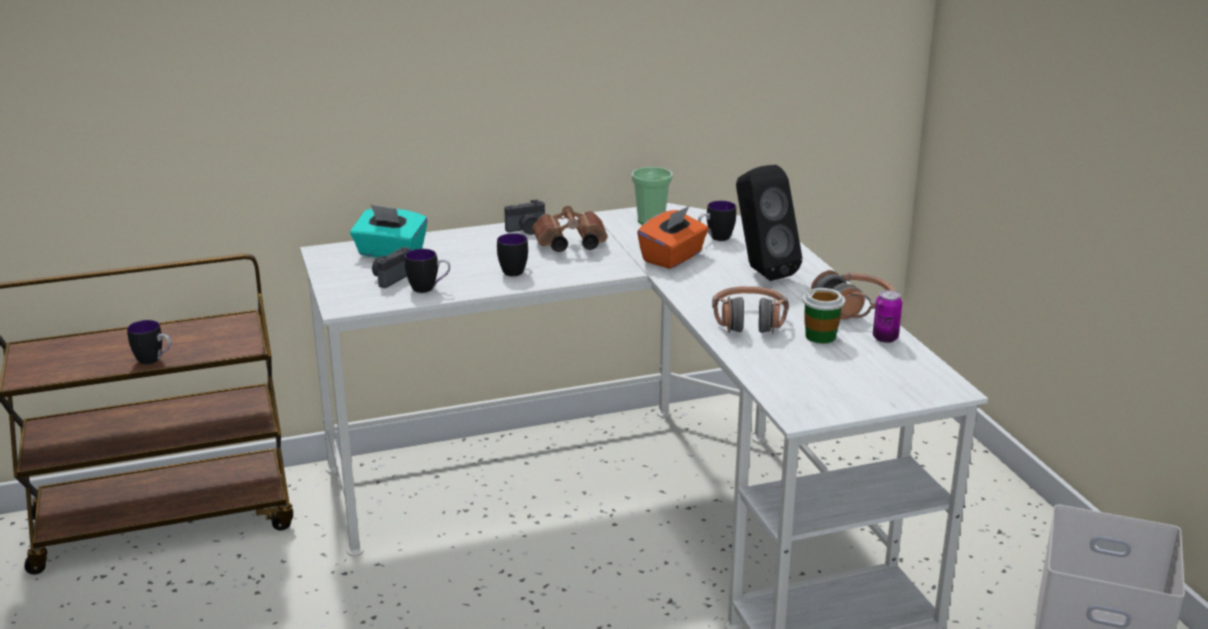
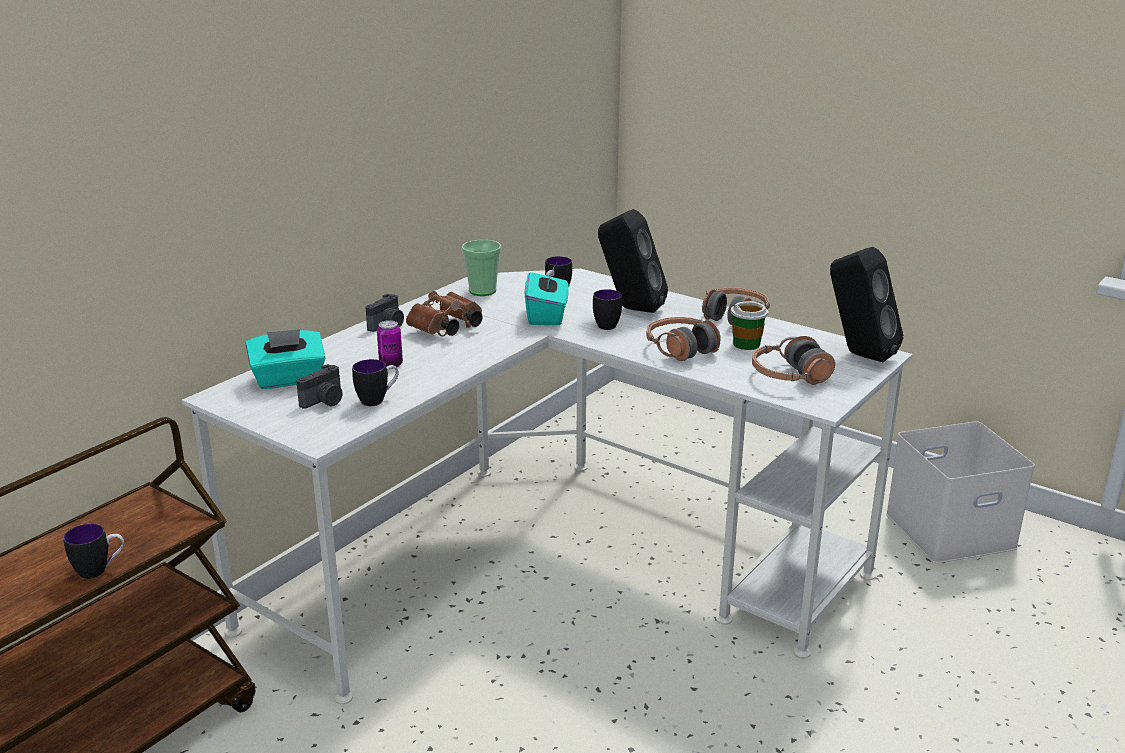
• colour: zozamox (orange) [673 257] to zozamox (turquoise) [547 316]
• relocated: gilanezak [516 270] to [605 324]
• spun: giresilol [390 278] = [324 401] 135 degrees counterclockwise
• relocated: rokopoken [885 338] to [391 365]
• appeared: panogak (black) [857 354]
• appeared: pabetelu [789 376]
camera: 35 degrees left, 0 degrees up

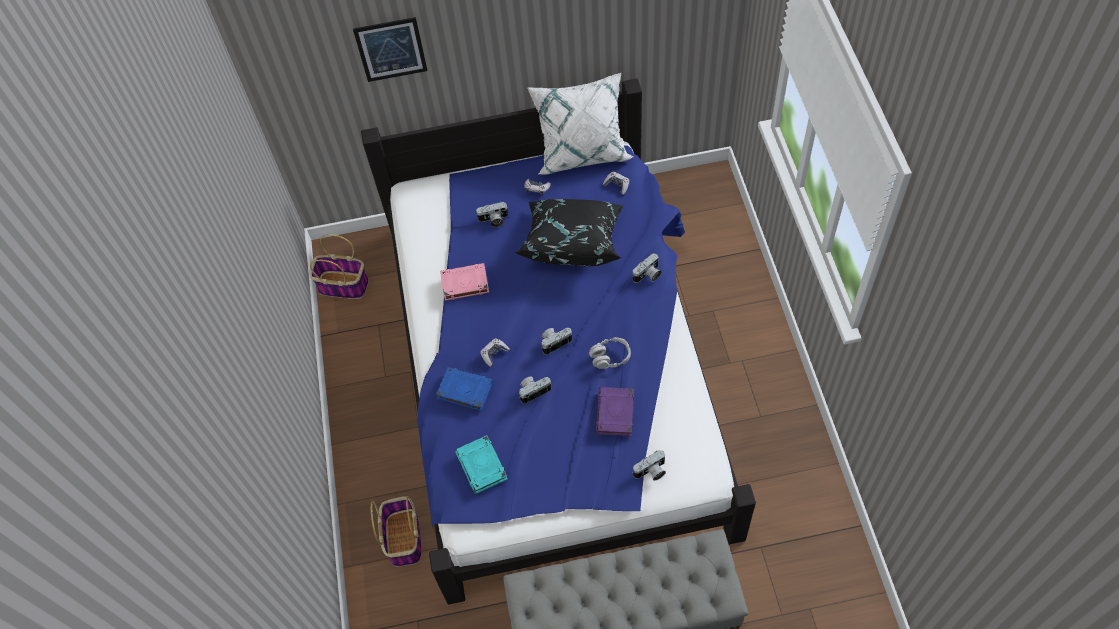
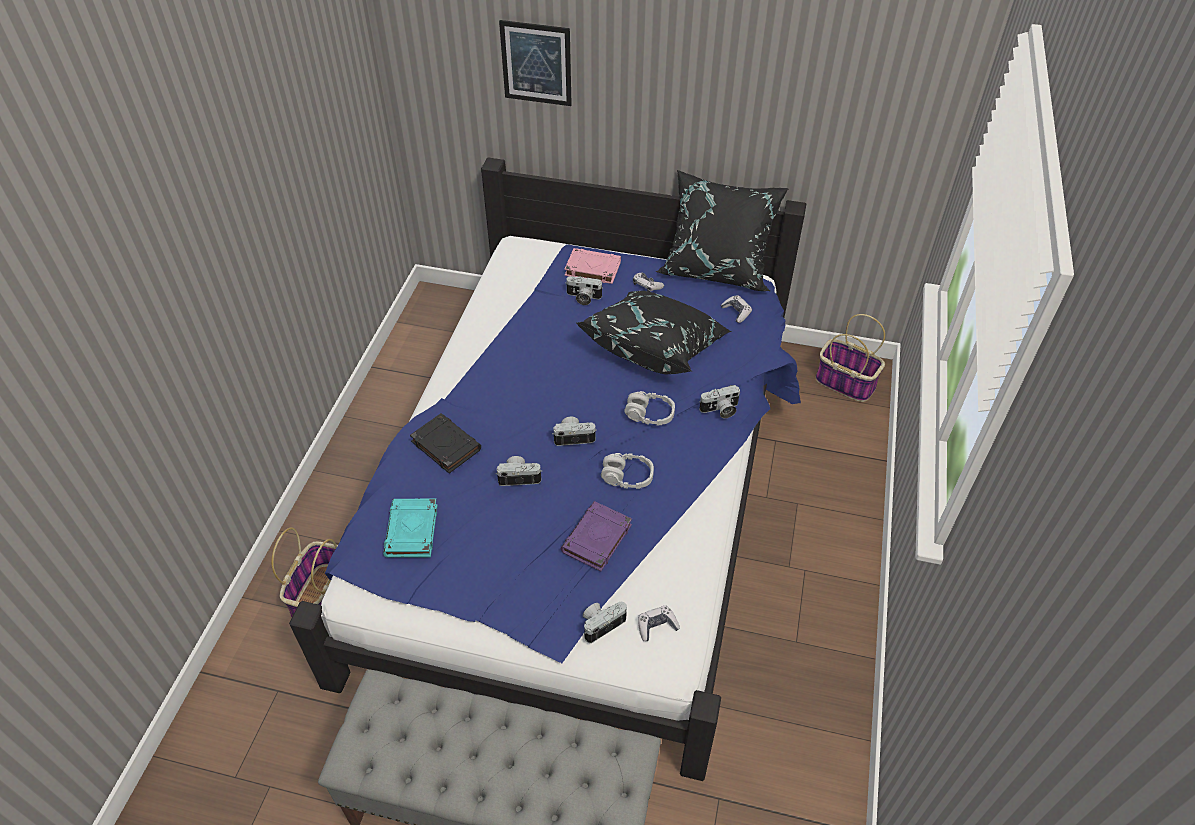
• colour: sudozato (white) [582 150] to sudozato (black) [717 268]
• relocated: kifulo [342 286] to [844 382]
• relocated: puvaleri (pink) [464 284] to [592 269]
• relocated: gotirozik [494 354] to [656 626]
• colour: puvaleri (blue) [464 390] to puvaleri (black) [445 445]
• spun: giresilol [651 472] = [601 623] 150 degrees clockwise
• appeared: pabetelu (grey) [649 414]
camera: 20 degrees right, 10 degrees down

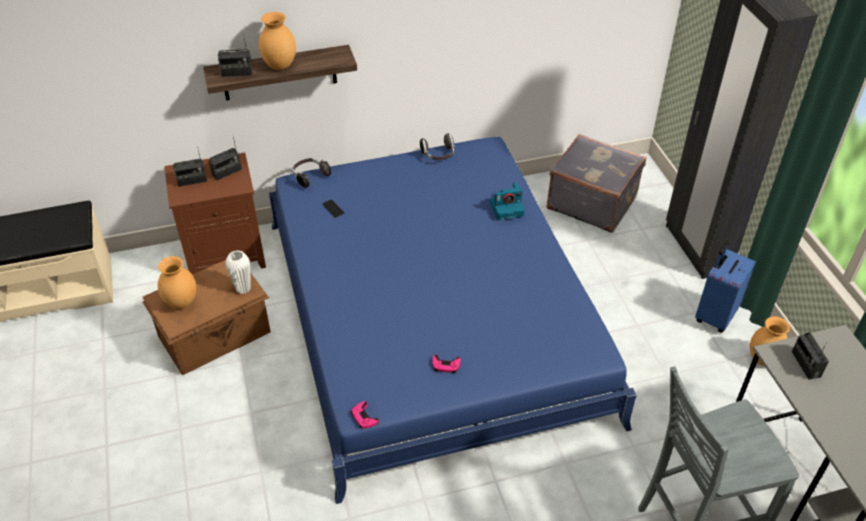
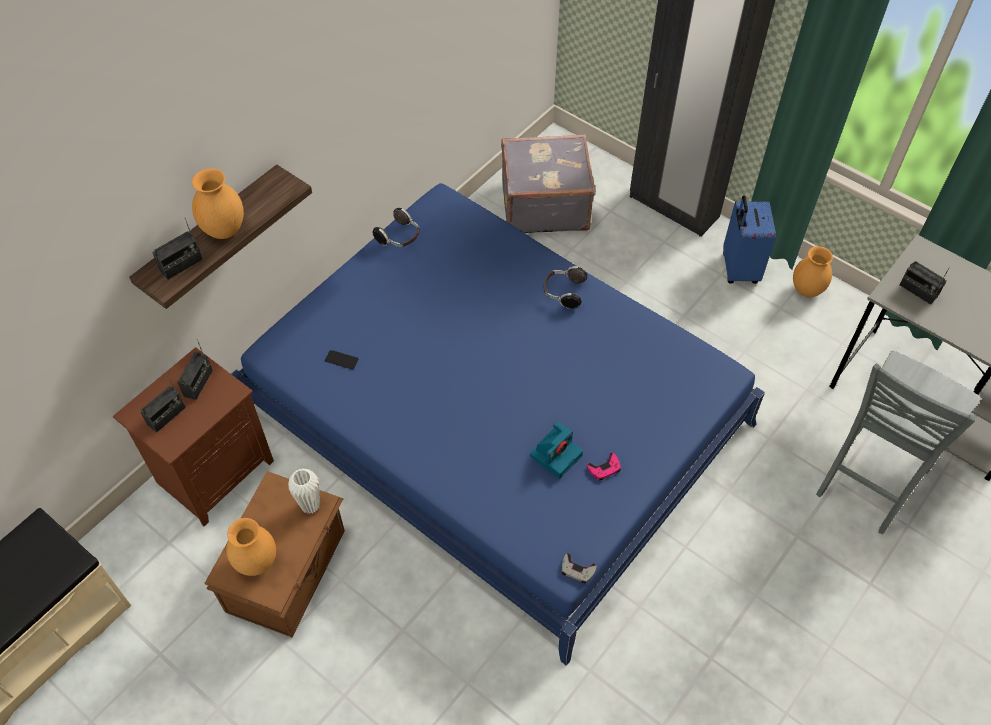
• relocated: pabetelu [310 177] to [563 292]
• relocated: giresilol [507 208] to [556 454]
• colour: gotirozik (pink) [364 417] to gotirozik (grey) [577 570]
camera: 35 degrees left, 10 degrees up

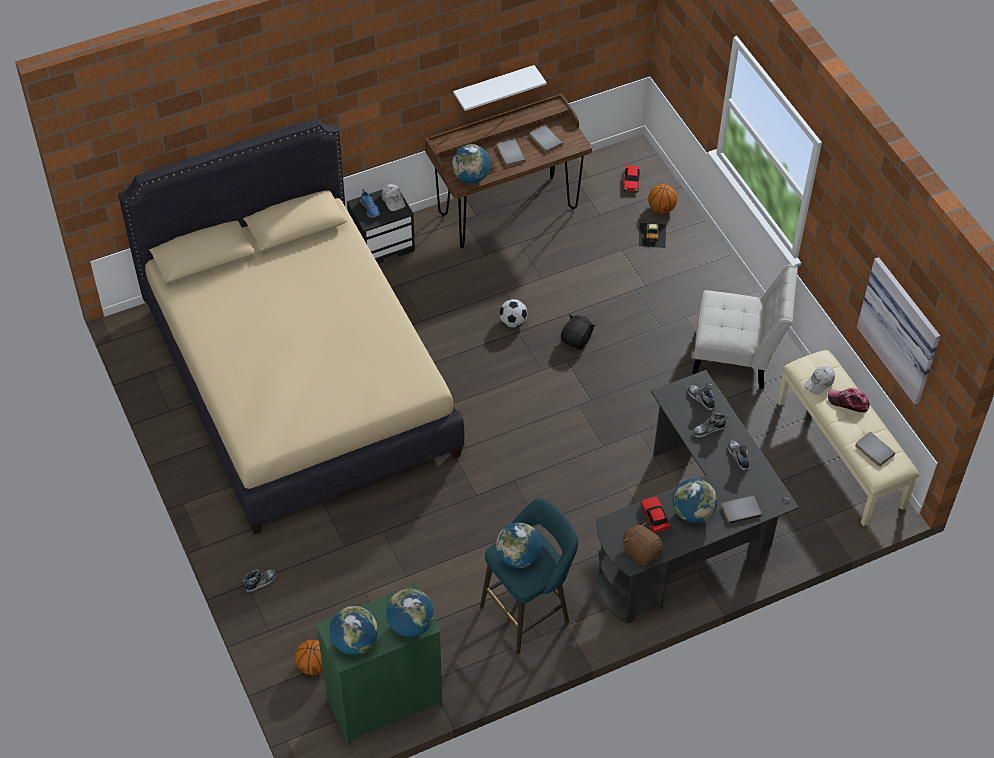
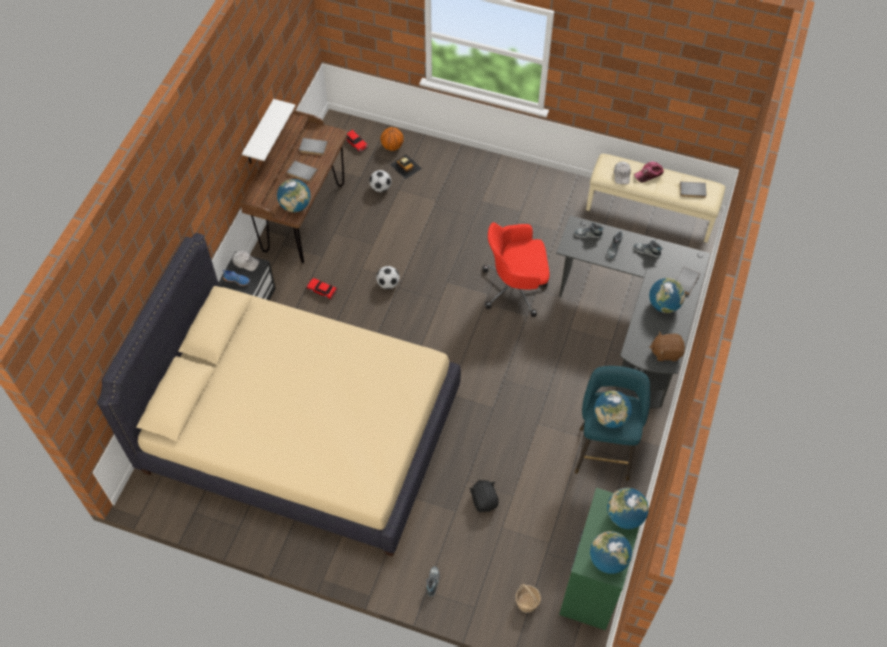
• missing: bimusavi [902 329]
• missing: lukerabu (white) [736 358]
• relocated: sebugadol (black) [576 339] to [484 500]
• relocated: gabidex [654 517] to [321 290]
• exchanged: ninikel [313 665] to kifulo [527 602]
• appeared: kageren [380 188]
• appeared: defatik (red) [516 288]
camera: 45 degrees left, 5 degrees up

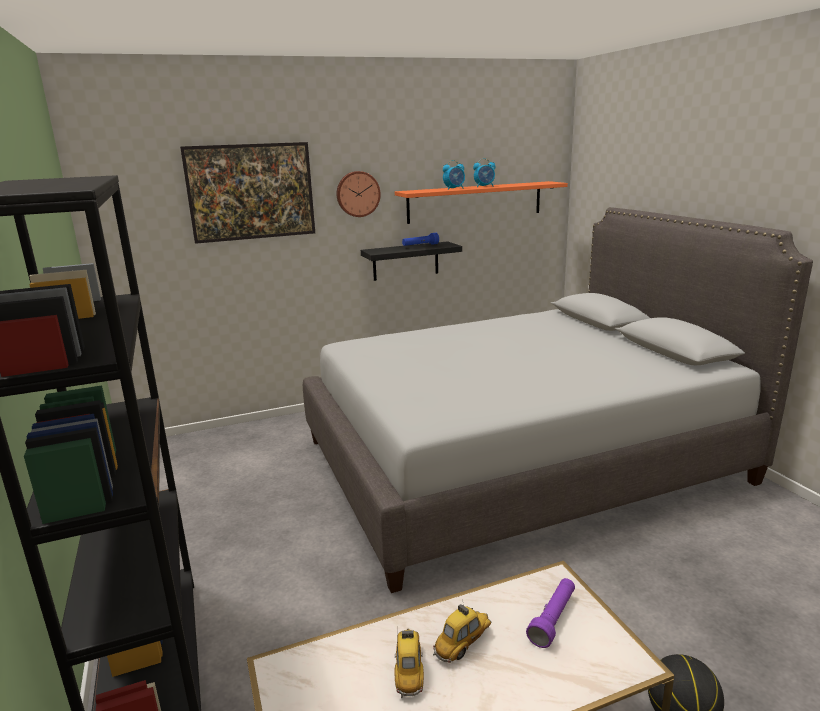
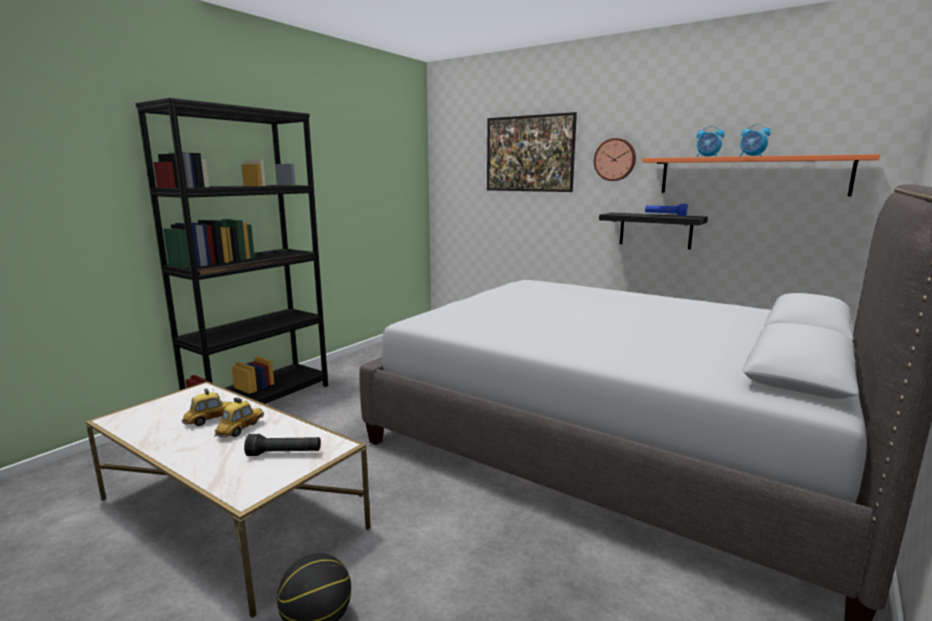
• colour: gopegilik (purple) [553 619] to gopegilik (black) [284 454]
• spun: gabidex [463 644] = [241 430] 75 degrees counterclockwise
camera: 55 degrees right, 5 degrees down

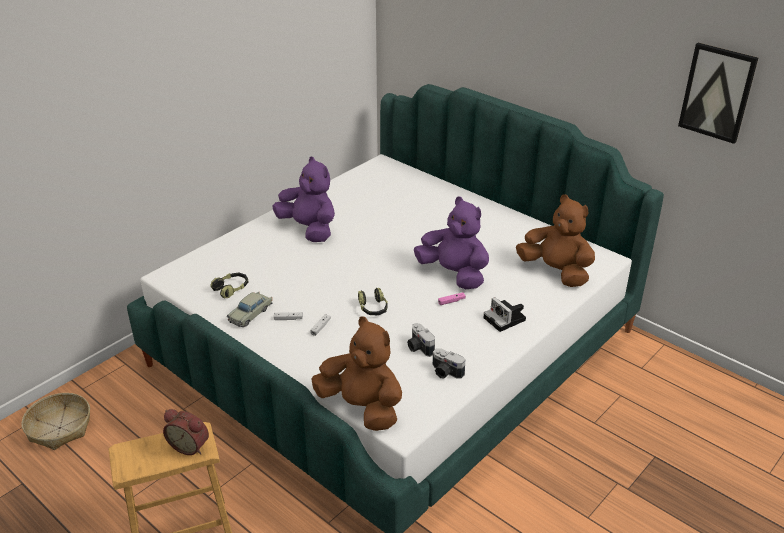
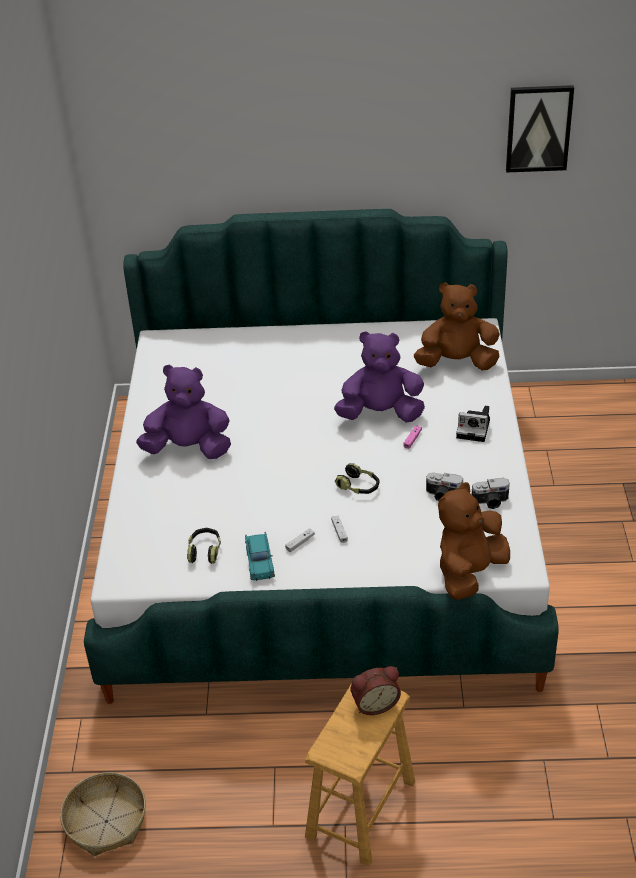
• colour: gabidex (beige) [250 314] to gabidex (turquoise) [259 561]
• spun: sebugadol (brown) [362 407] = [469 573] 45 degrees counterclockwise
camera: 40 degrees left, 5 degrees up

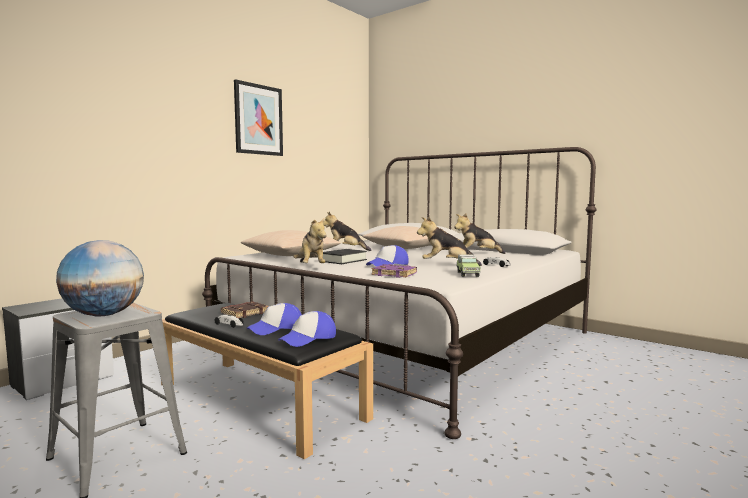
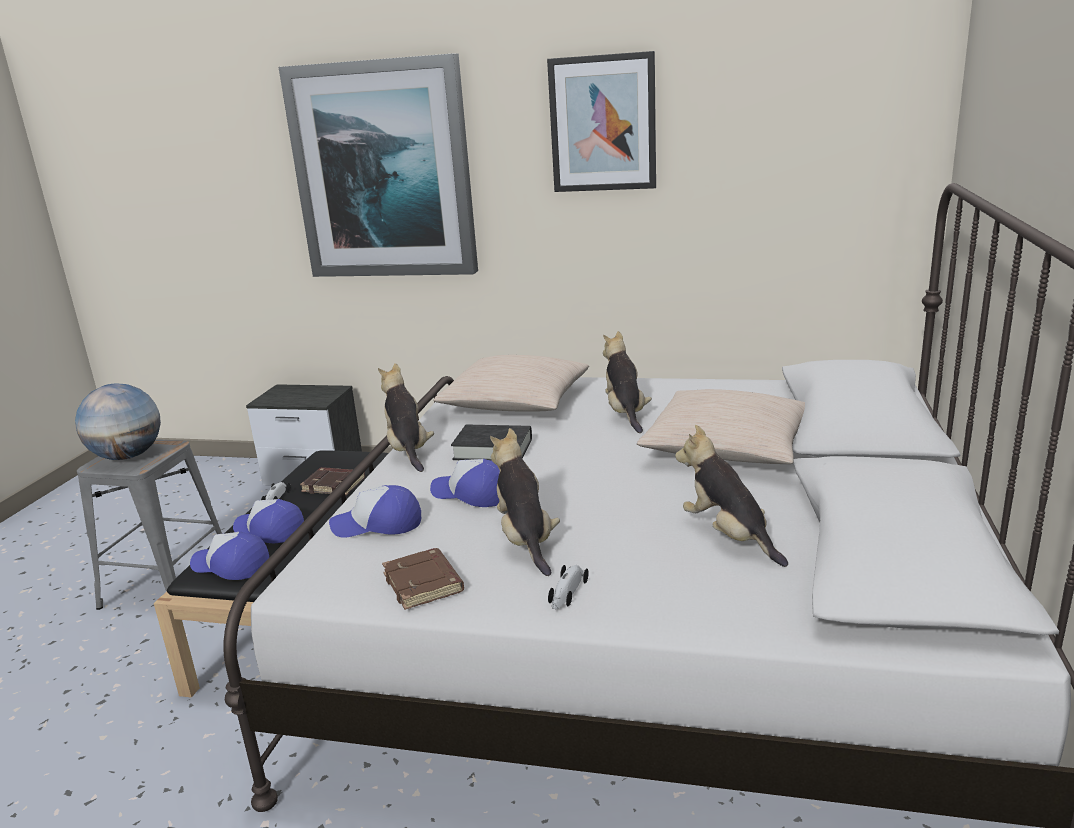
• spun: sebugadol [310 267] = [408 450] 120 degrees clockwise
• exchanged: gabidex [467 274] to puvaleri (brown) [424 584]
• exchanged: puvaleri (purple) [395 274] to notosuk [378 524]
• appeared: bimusavi [384 171]
camera: 65 degrees right, 15 degrees up

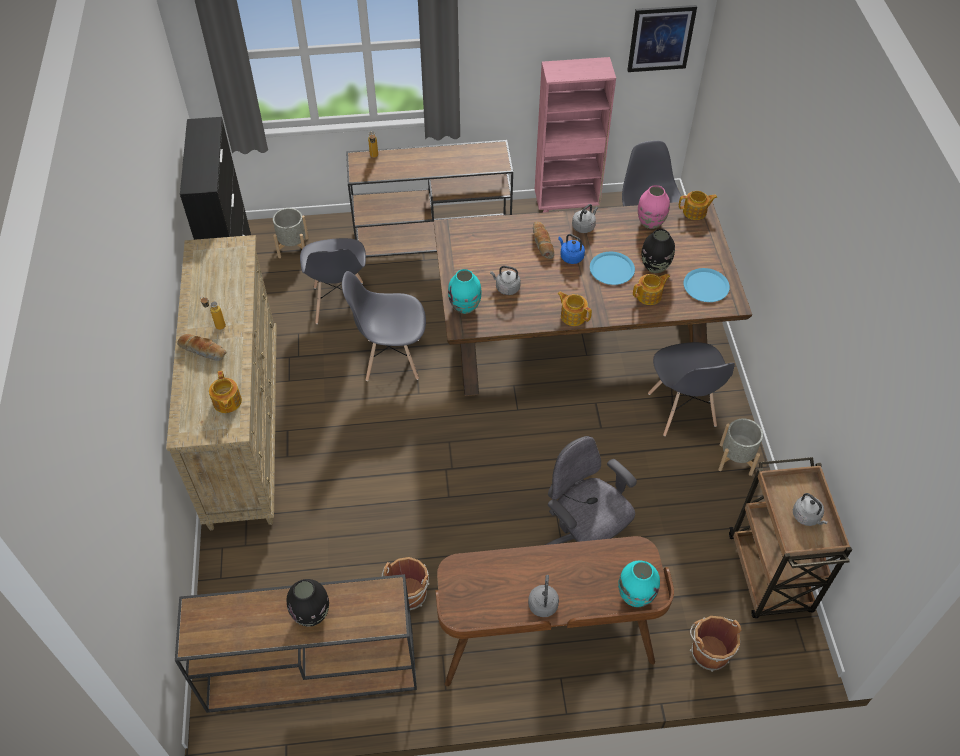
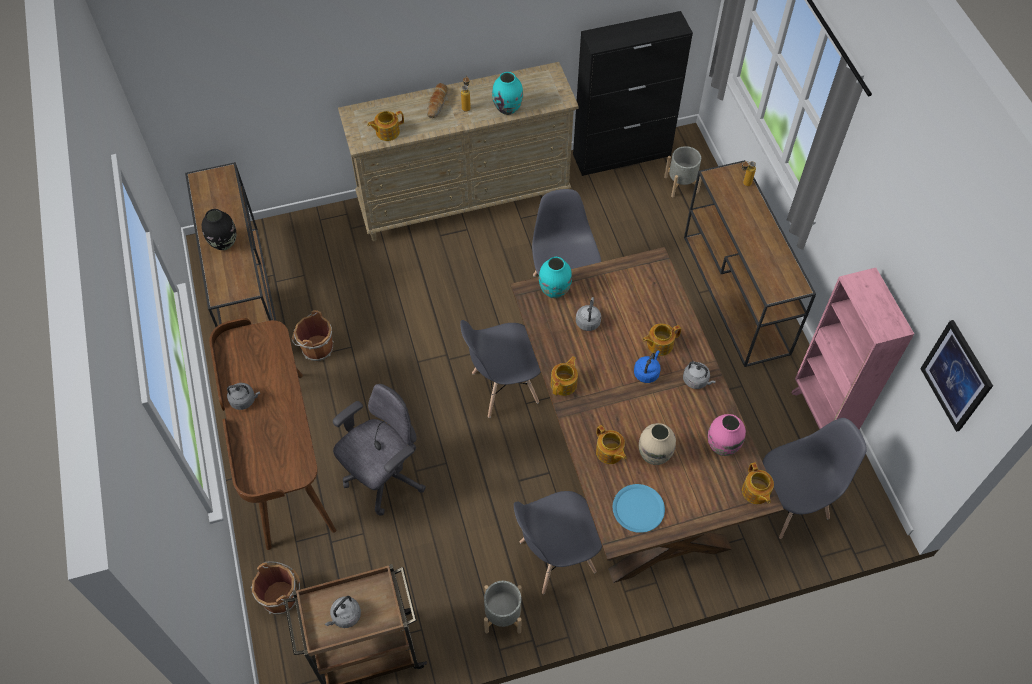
• exchanged: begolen [542 243] to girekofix [659 344]
• colour: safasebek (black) [655 267] to safasebek (beige) [654 455]
• relocated: lukerabu (grey) [339 303] to [504 388]
• missing: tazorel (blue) [612 269]
• relocated: safasebek (turquoise) [635 595] to [508 108]
camera: 80 degrees right, 5 degrees up

